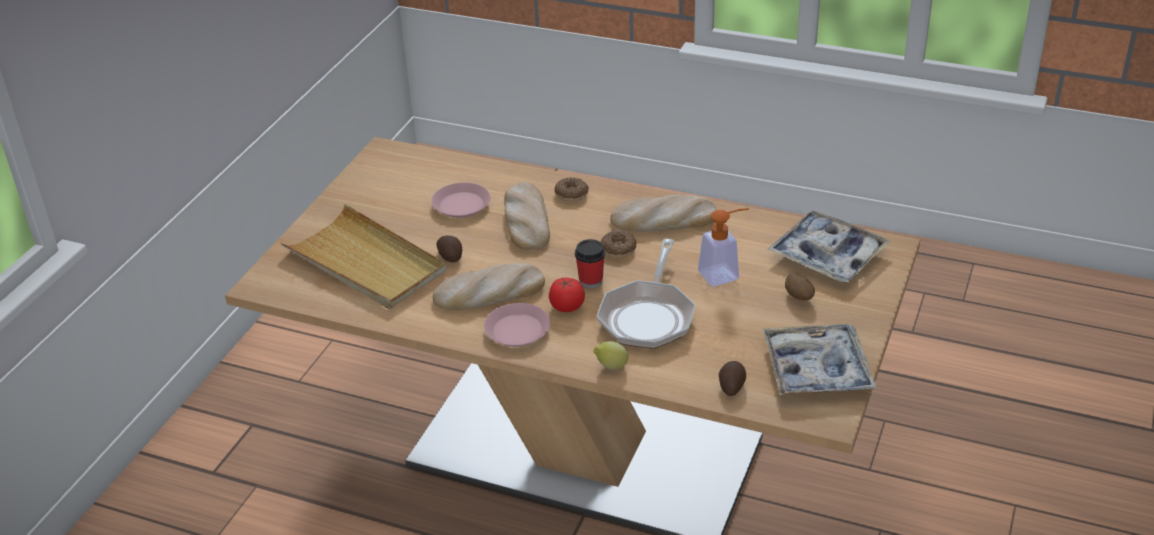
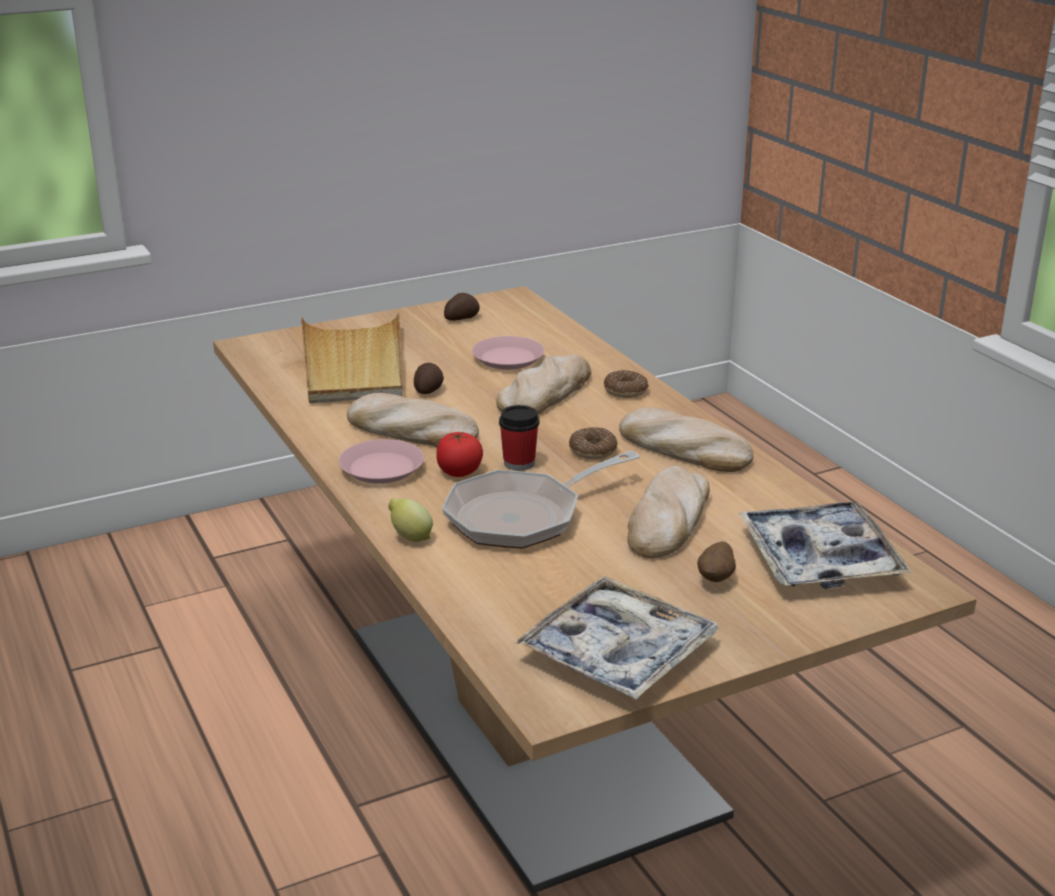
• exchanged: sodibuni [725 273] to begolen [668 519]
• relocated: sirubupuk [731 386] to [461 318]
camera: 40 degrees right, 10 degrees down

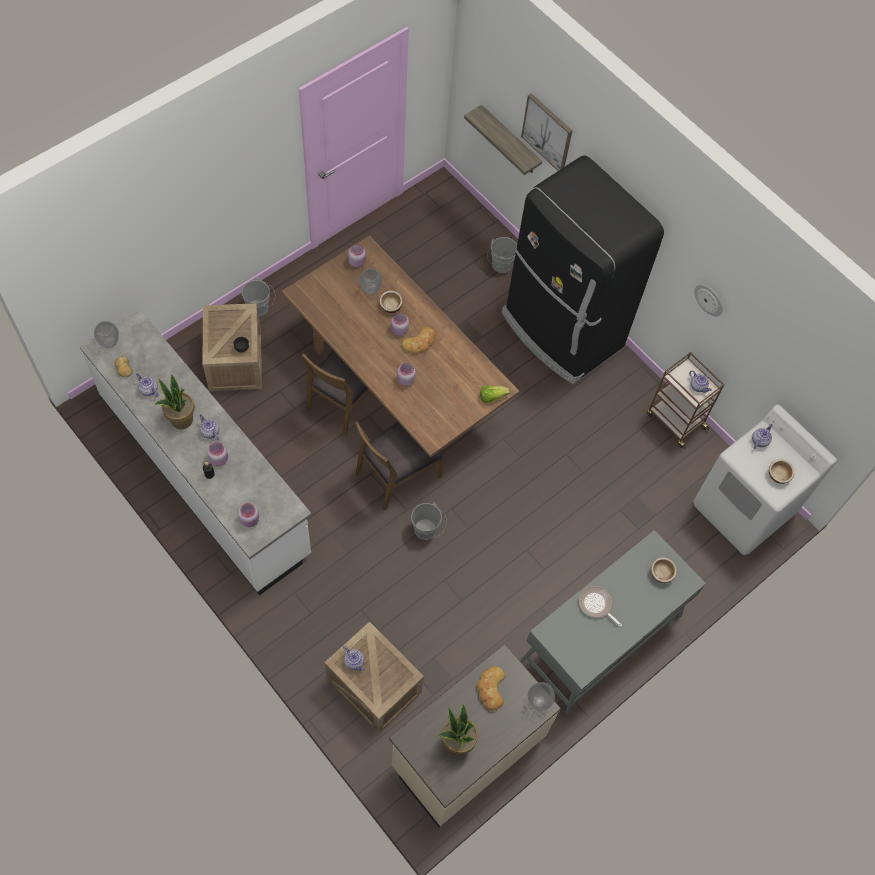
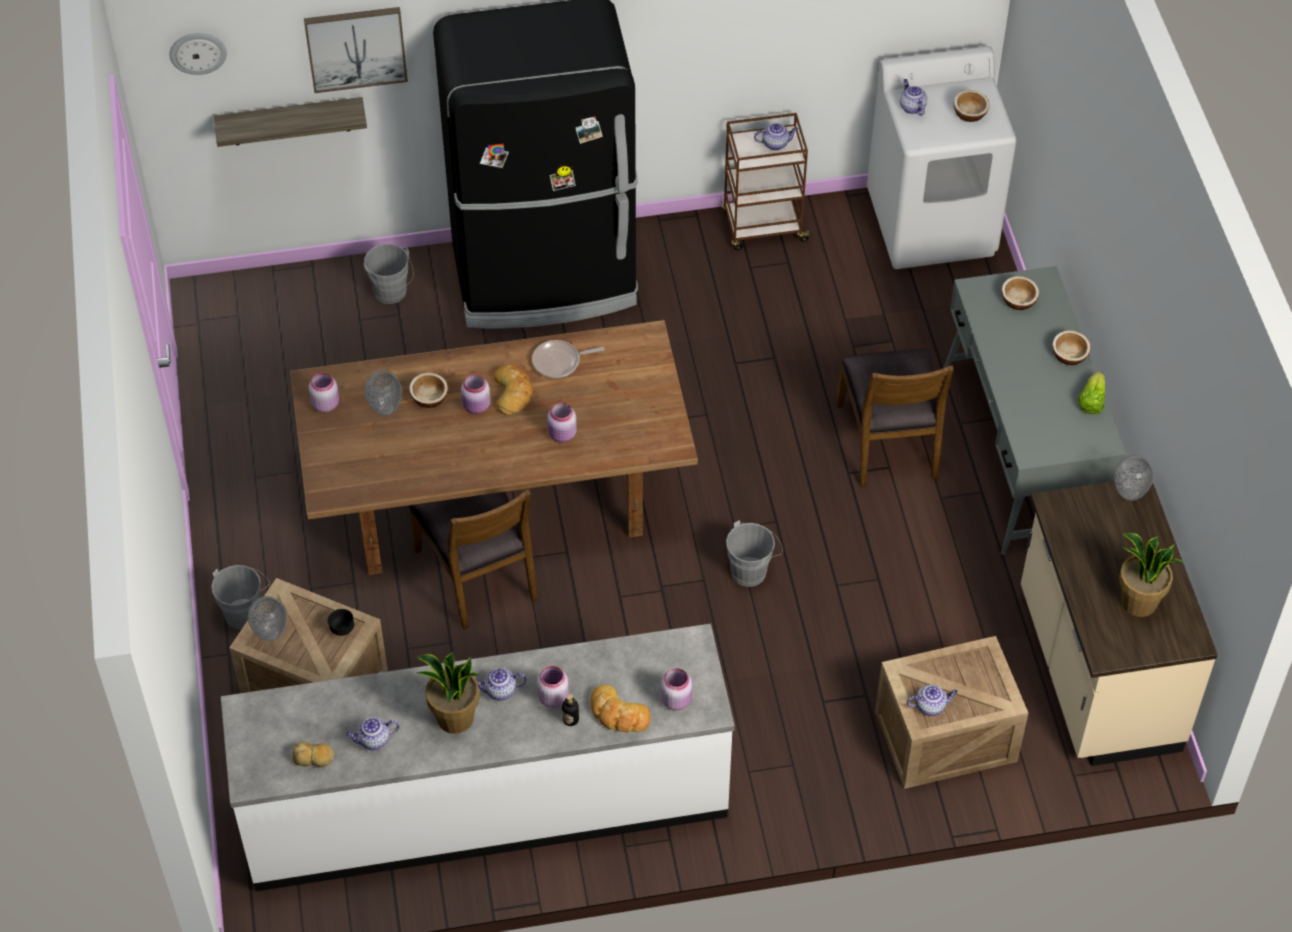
• relocated: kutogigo [709 299] to [198 52]
• relocated: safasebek [109 343] to [271 634]
• relocated: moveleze [492 397] to [1091 401]
• relocated: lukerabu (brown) [397 474] to [889 441]
• relocated: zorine [596 605] to [559 362]
• relocated: begolen [491 689] to [618 714]
• appeared: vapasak [1069 356]
camera: 55 degrees left, 10 degrees down

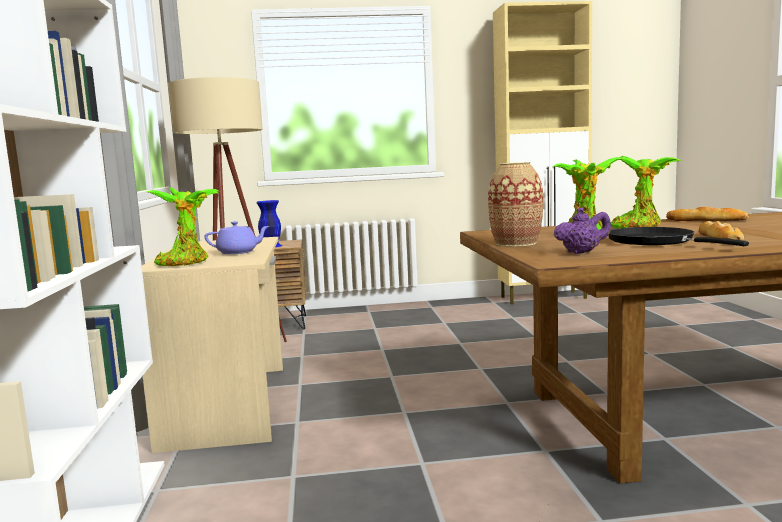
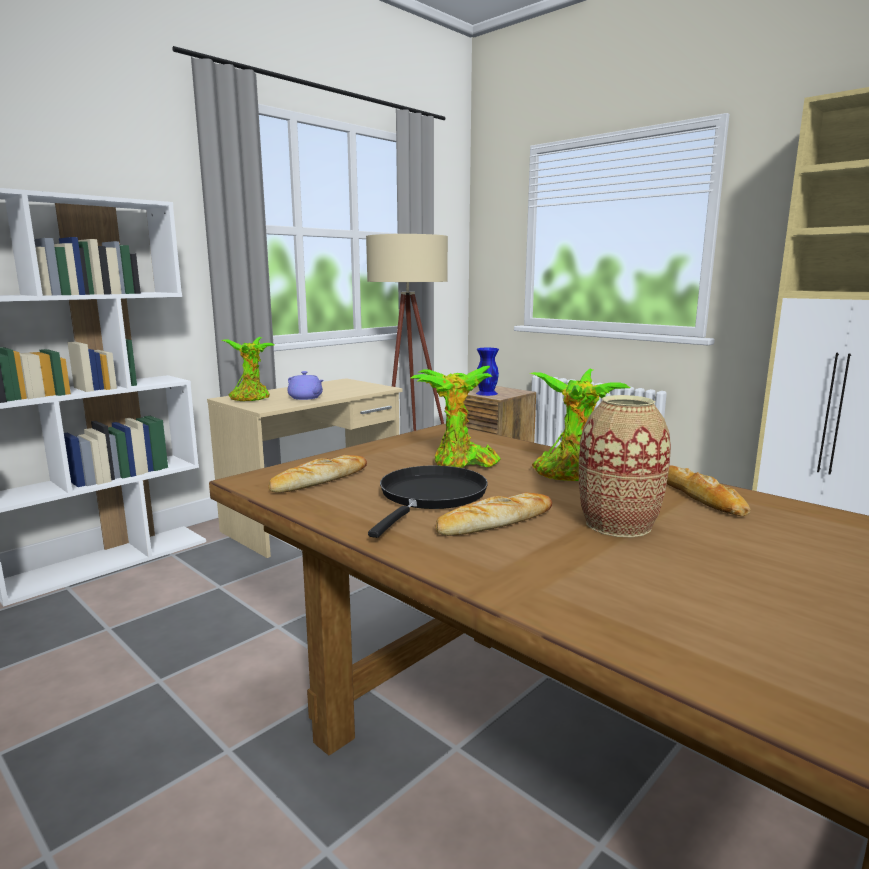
• relocated: safasebek [515 243] to [618 524]
• exchanged: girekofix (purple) [582 252] to begolen [319 480]
camera: 50 degrees right, 5 degrees up

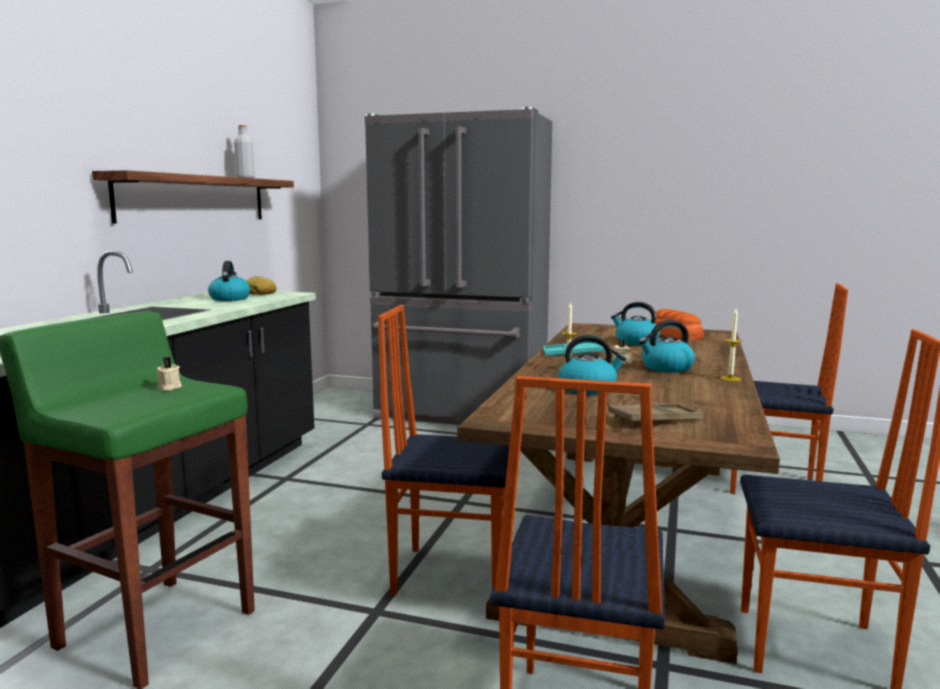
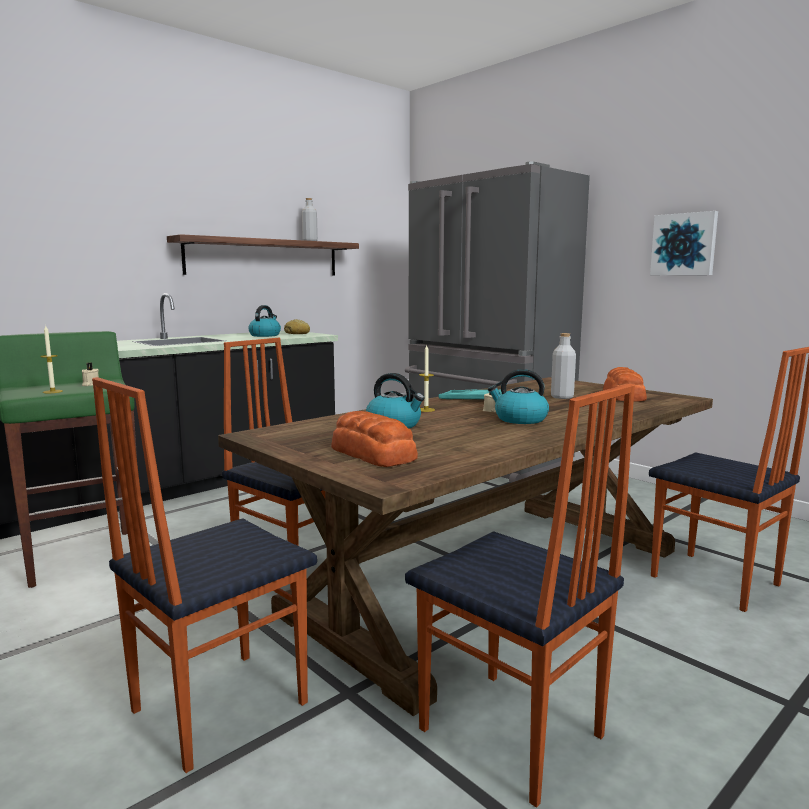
• exchanged: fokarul [636 342] to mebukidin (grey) [562 397]
• relocated: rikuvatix [730 378] to [52 391]
• exchanged: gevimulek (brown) [655 420] to begolen [372 454]
• appeared: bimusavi [684 244]
camera: 30 degrees right, 0 degrees up

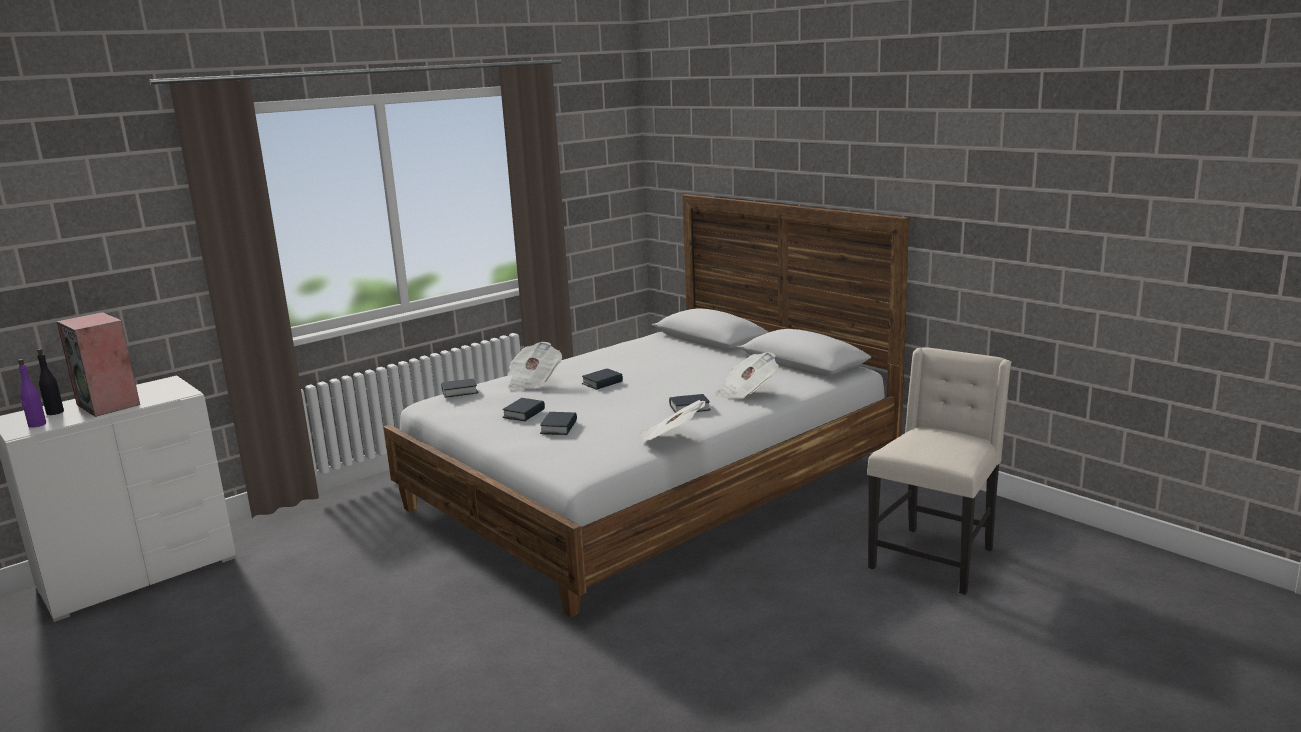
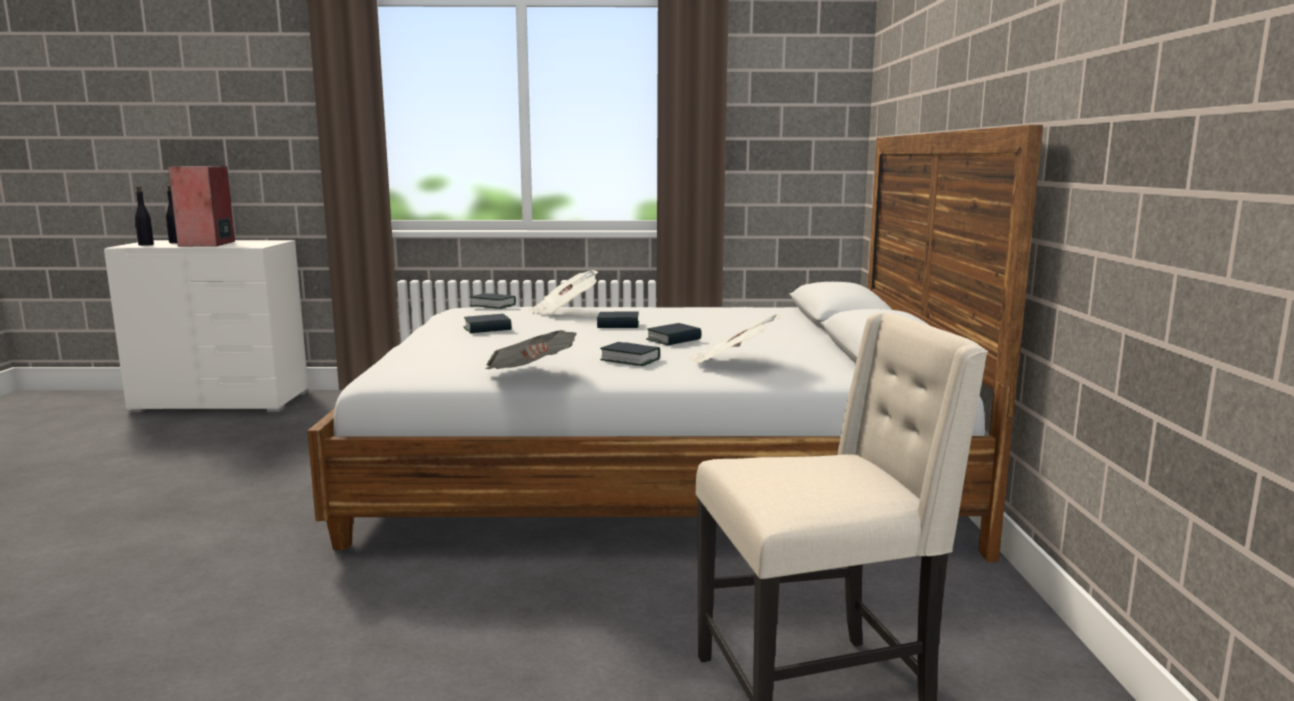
• colour: mebukidin (purple) [37 425] to mebukidin (black) [145 245]
• relocated: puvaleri [559 427] to [673 340]
camera: 40 degrees right, 5 degrees down

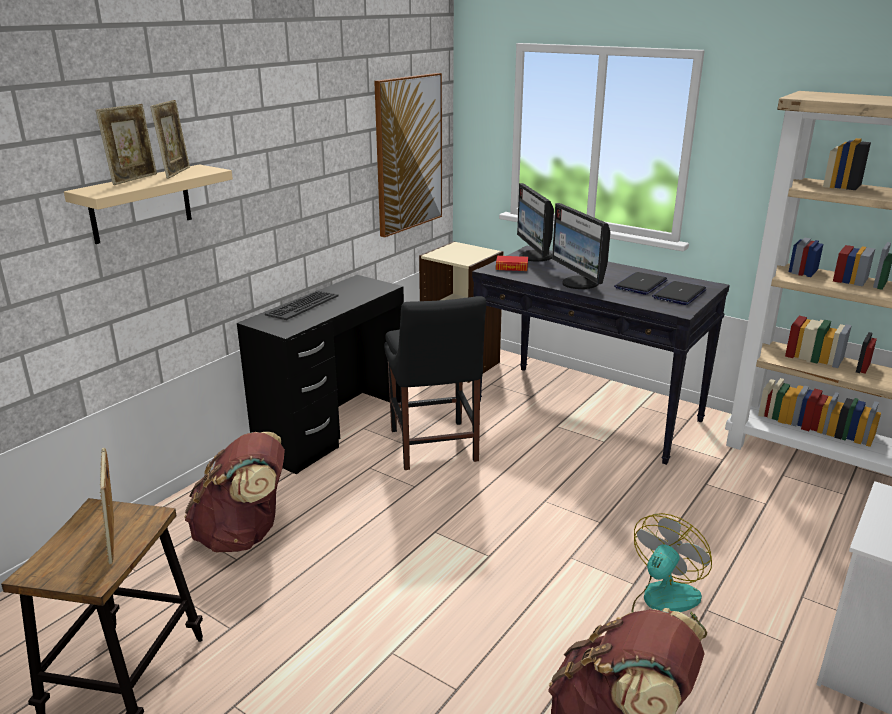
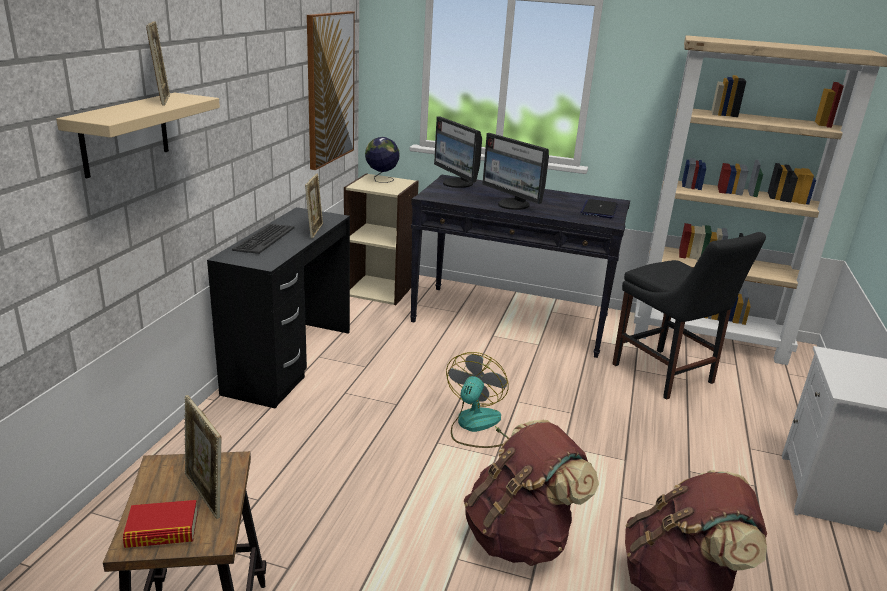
• relocated: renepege [134 179] to [315 231]
• relocated: puvaleri [511 267] to [162 530]
• missing: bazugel [641 284]
• relocated: lukerabu (black) [434 448] to [666 376]
• relocated: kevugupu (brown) [244 535] to [520 537]
• relocated: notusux [665 606] to [475 426]
• appeared: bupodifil [381 180]
camera: 20 degrees left, 0 degrees up

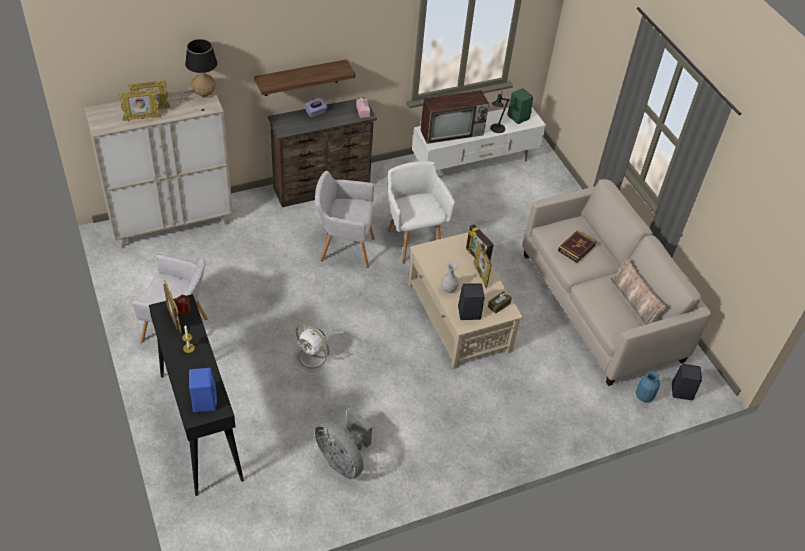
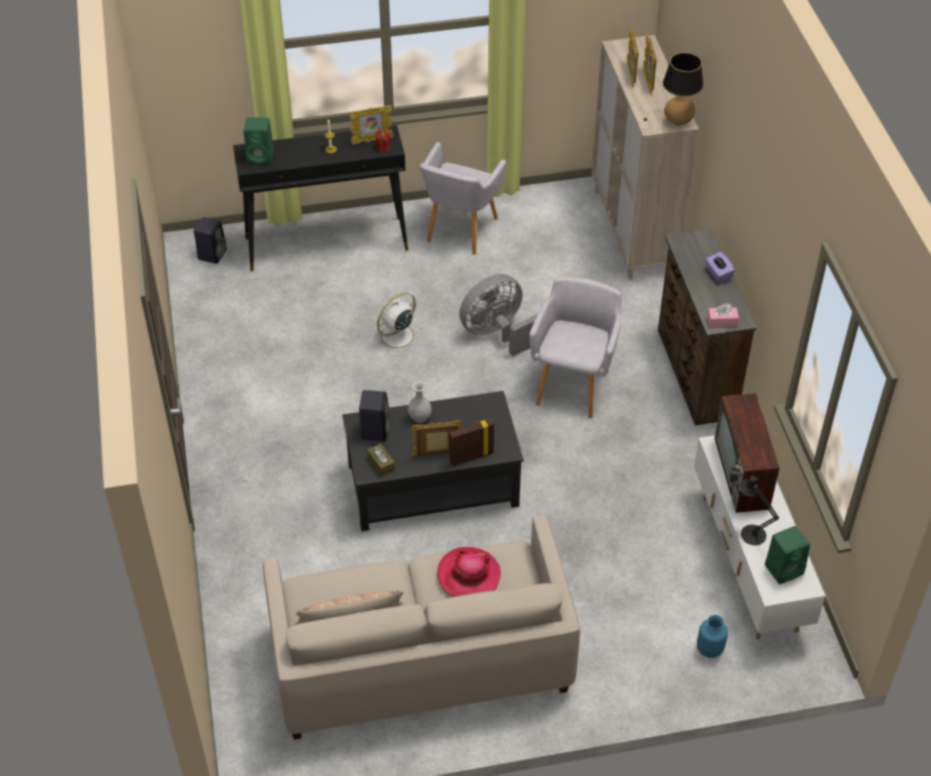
• missing: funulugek [301 78]
• missing: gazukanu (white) [413 239]
• exchanged: puvaleri [576 248] to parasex [468 575]
• colour: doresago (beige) [458 317] to doresago (black) [431 484]
• relocated: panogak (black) [681 391] to [212 254]
• colour: panogak (blue) [204 401] to panogak (green) [261 157]
• relocated: safasebek (blue) [644 396] to [710 649]
• relocated: notusux (grey) [343 460] to [497 334]
camera: 105 degrees right, 0 degrees up

